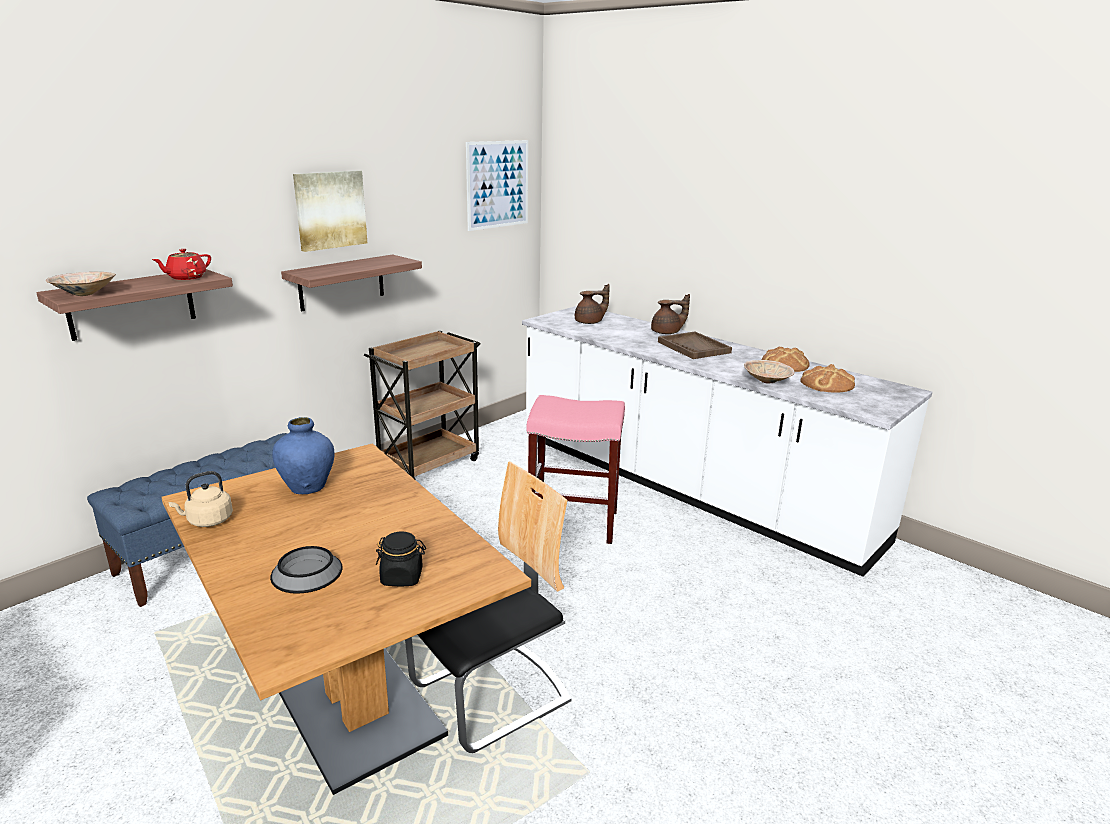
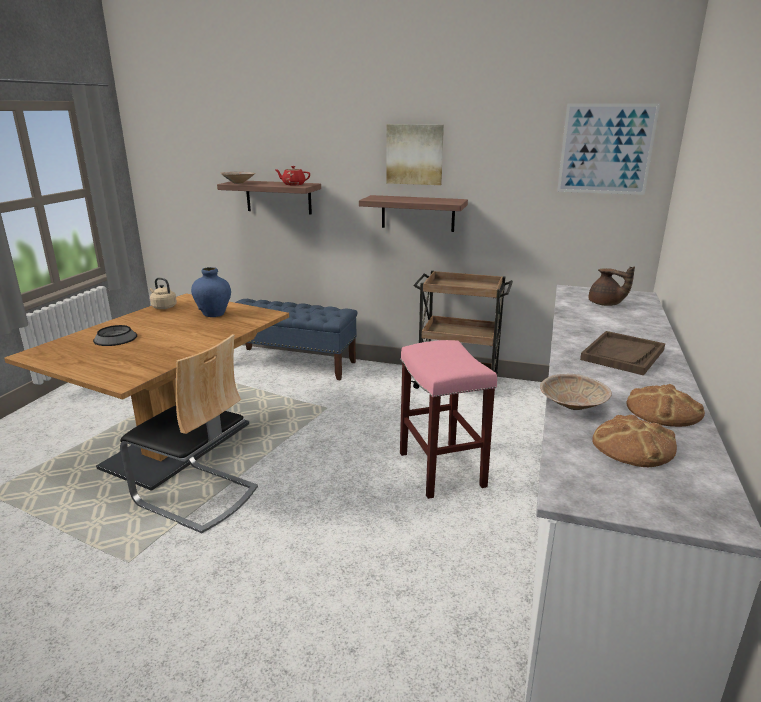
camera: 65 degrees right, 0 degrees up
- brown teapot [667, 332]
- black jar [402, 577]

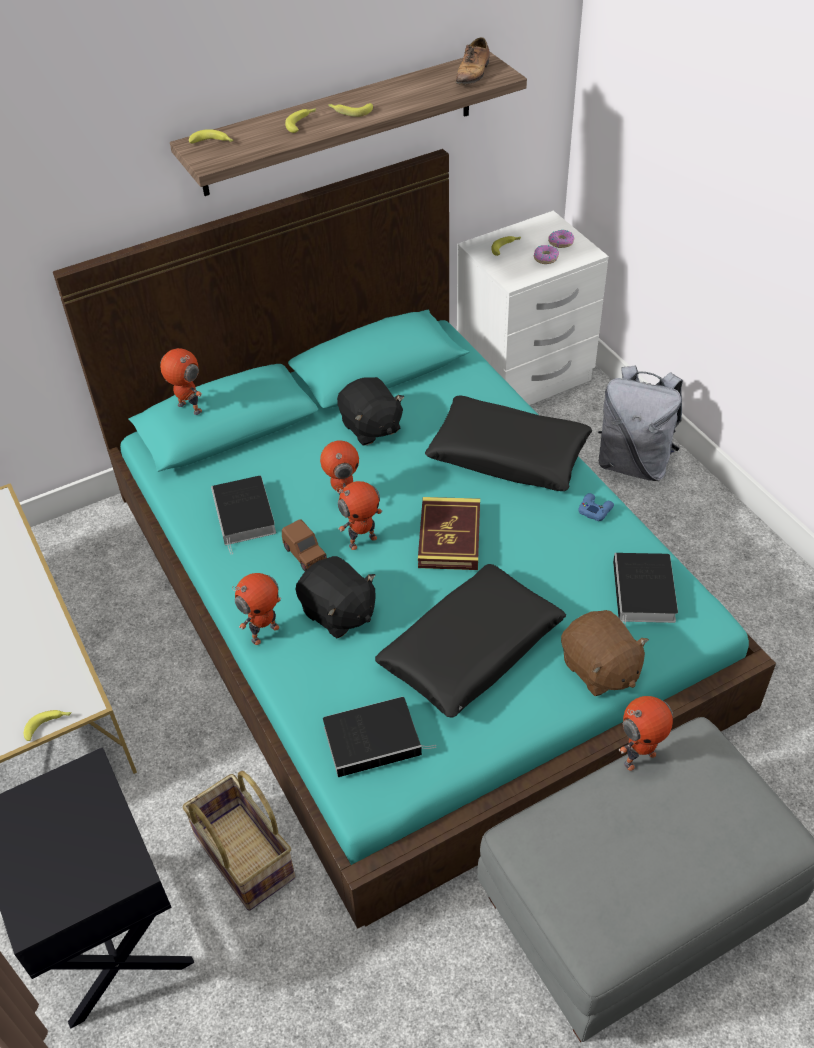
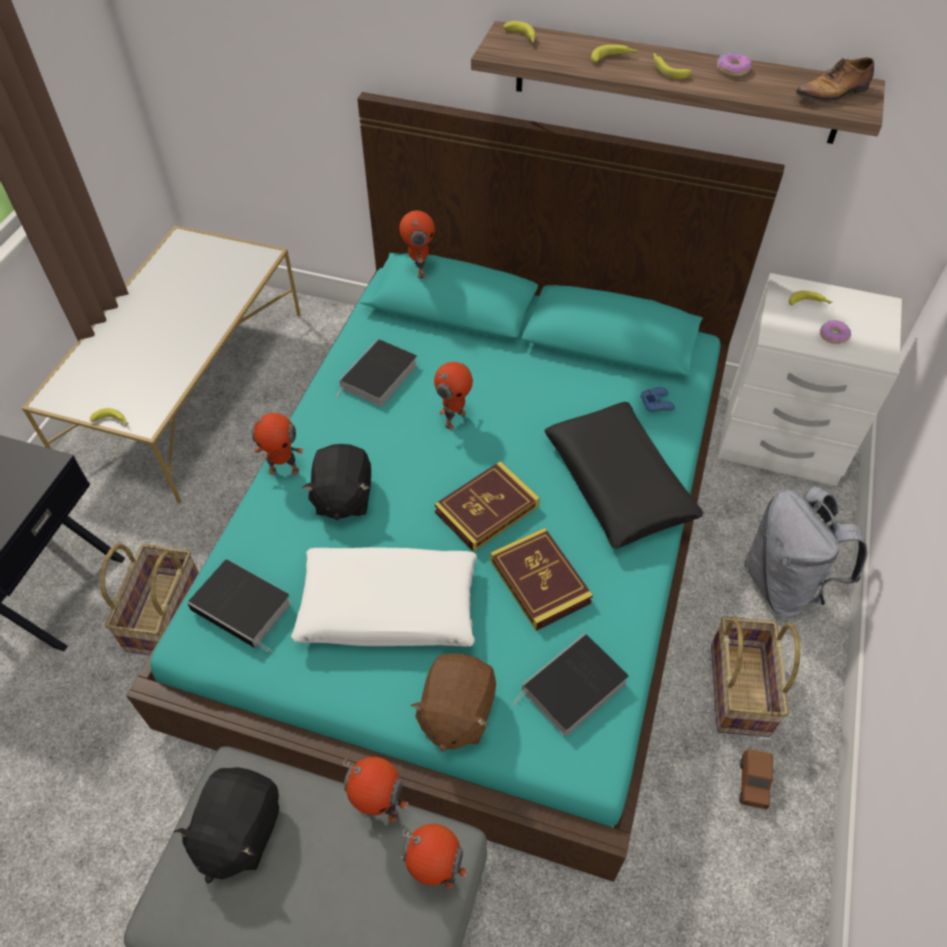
camera: 45 degrees right, 5 degrees up
~ donut [561, 242] to [732, 69]
~ black plush toy [370, 427] to [238, 831]
~ toy robot [362, 540] to [436, 874]
~ blue game controller [595, 509] to [657, 403]
~ brown toy car [305, 555] to [752, 784]
~ black pillow [471, 650] to white pillow [388, 607]
+ book [540, 581]
+ basket [741, 690]

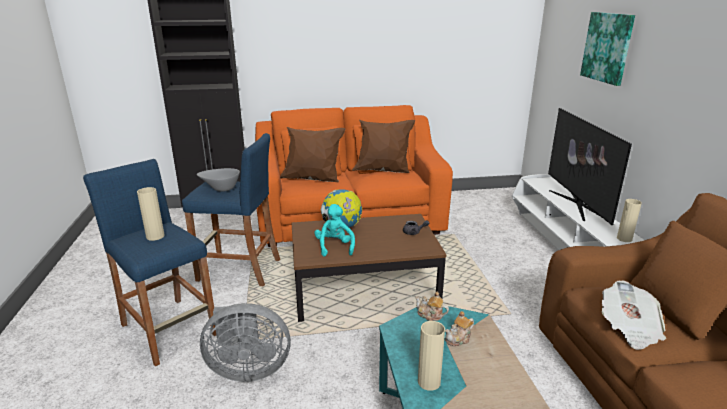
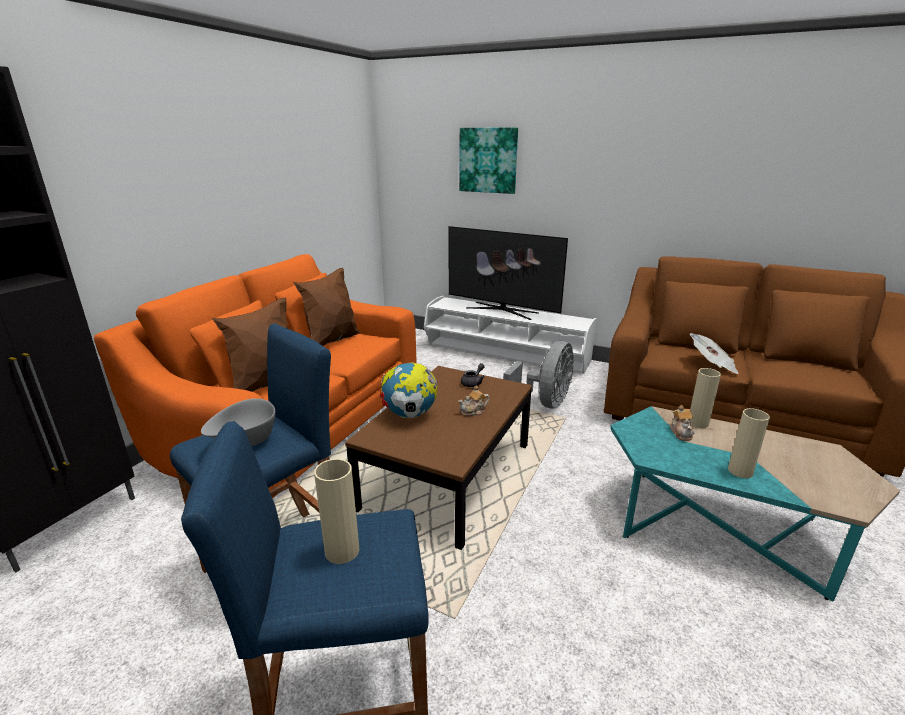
camera: 55 degrees left, 0 degrees up
~ beige vase [624, 239] to [698, 423]
- turquoise plush toy [334, 247]
~ teapot [430, 315] to [473, 411]
~ grey fan [247, 369] to [544, 403]

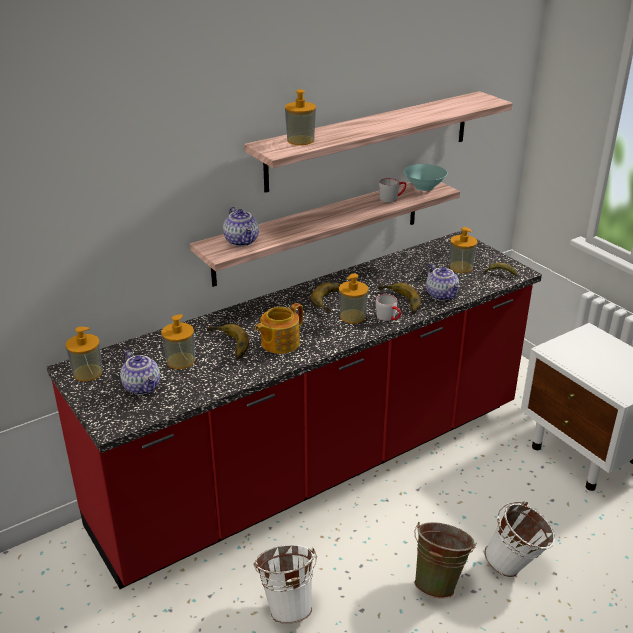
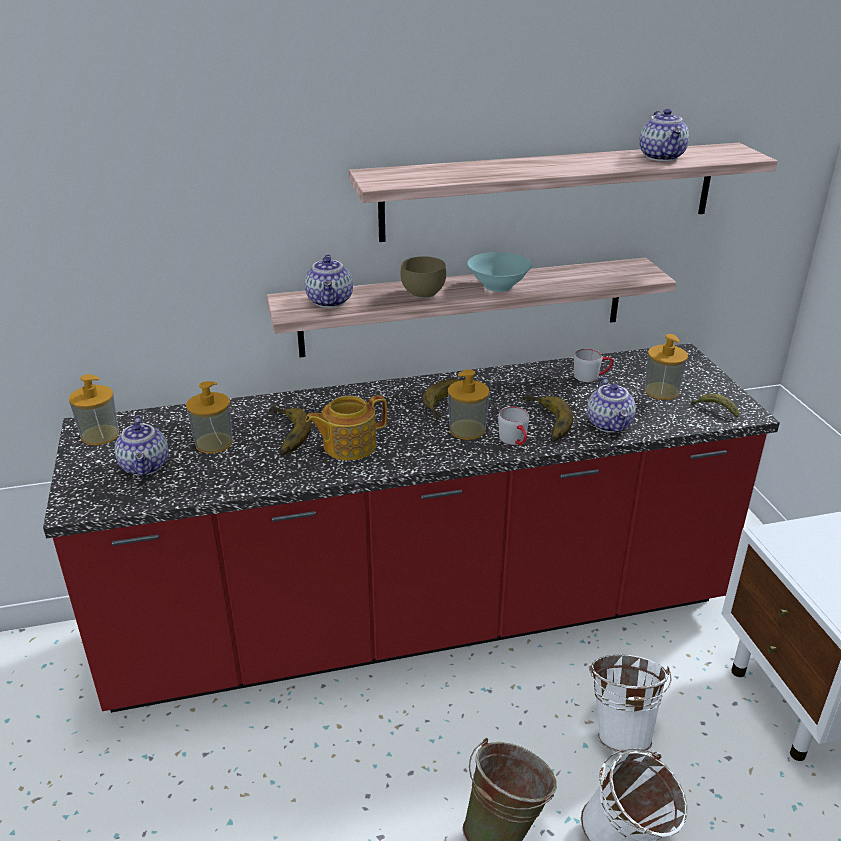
camera: 20 degrees right, 0 degrees up
- soap dispenser [300, 140]
~ turquoise bowl [423, 187] to [497, 286]
~ grey mug [392, 198] to [591, 376]
~ white bucket [287, 604] to [621, 729]
+ teapot [662, 157]
+ brown bowl [422, 292]

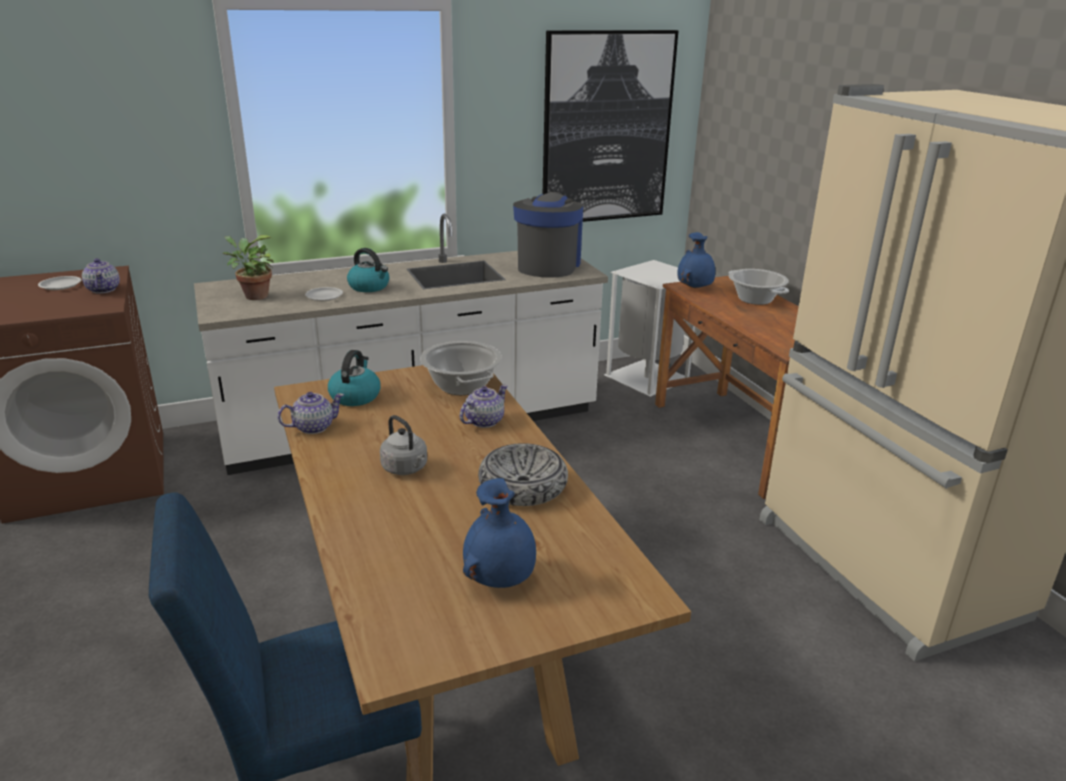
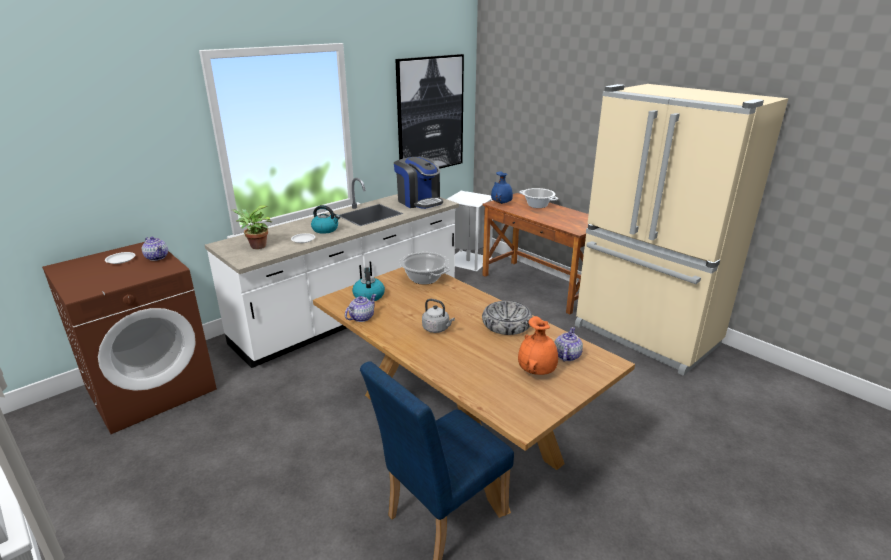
camera: 20 degrees left, 0 degrees up
~ coffee machine [547, 265] = [419, 201] 150 degrees clockwise
~ teapot [483, 421] to [566, 356]
~ blue vase [500, 579] to orange vase [537, 371]

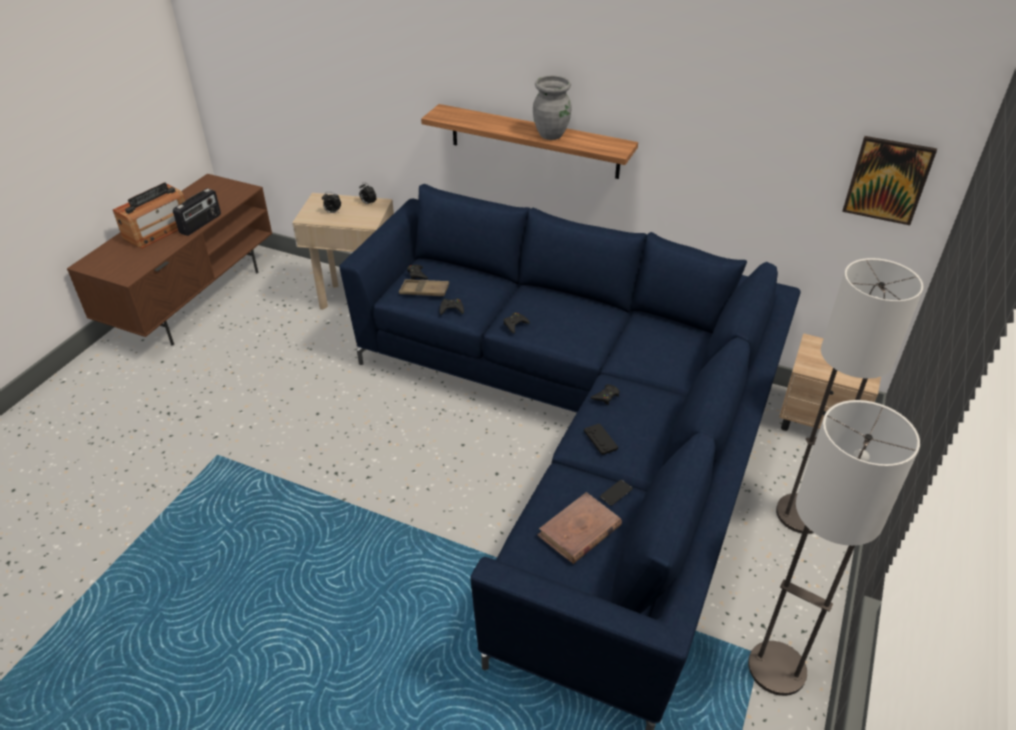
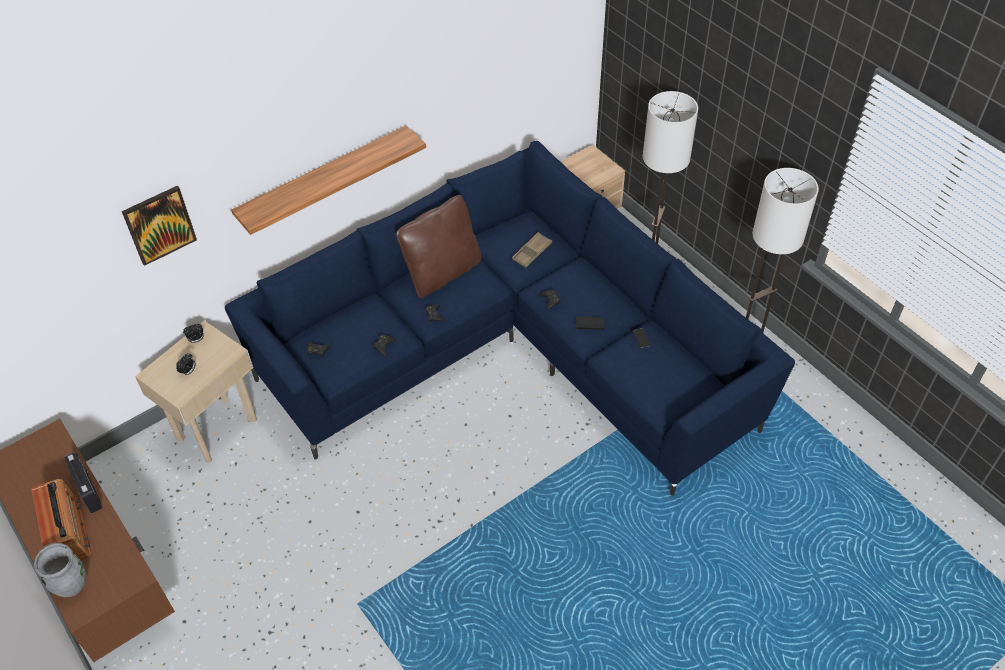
camera: 60 degrees left, 10 degrees up
~ grey vase [551, 135] to [72, 585]
~ picture [887, 180] to [159, 224]
~ brown tray [424, 291] to [532, 252]
- brown book [579, 531]
+ brown pillow [442, 273]

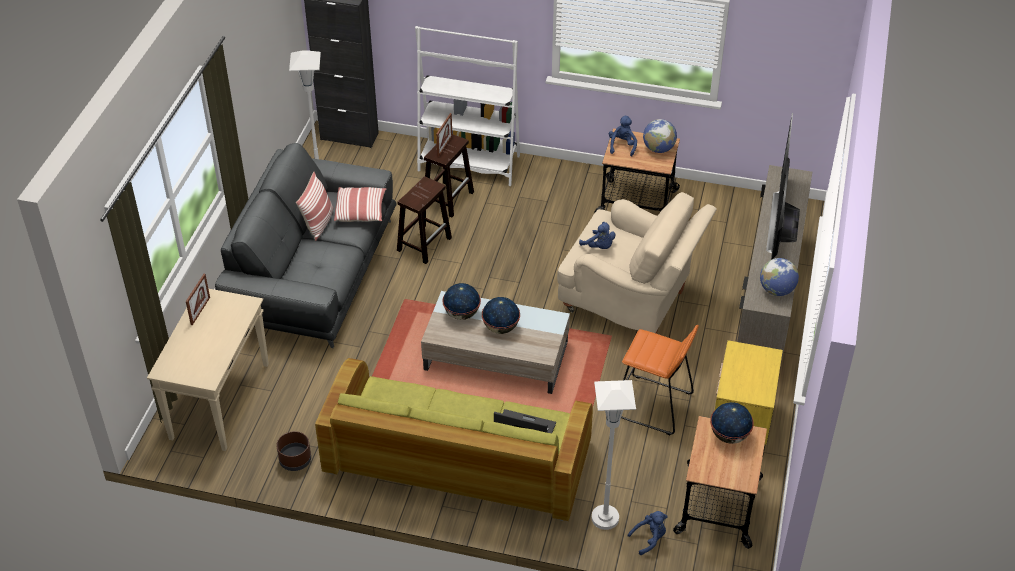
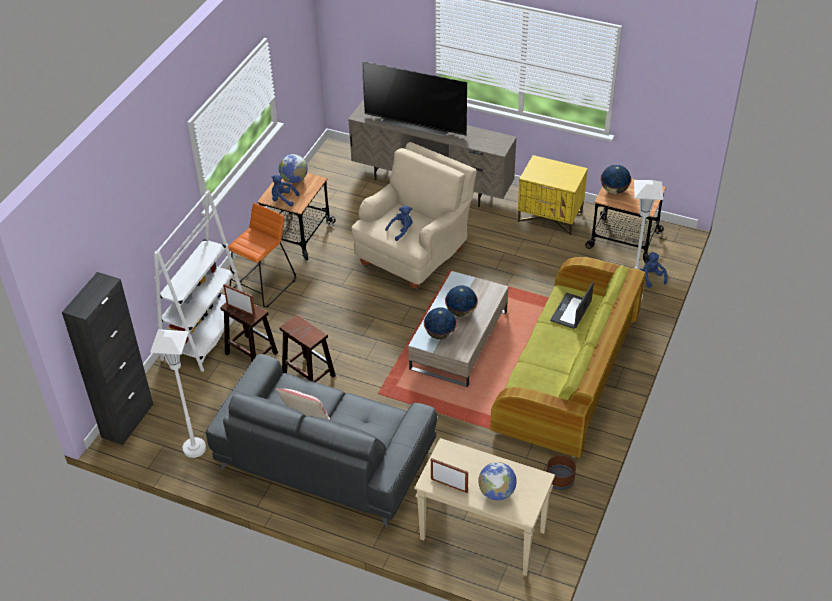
camera: 80 degrees left, 0 degrees up
- pillow [361, 211]
~ globe [776, 290] to [496, 492]
~ orange stool [653, 405] to [263, 285]

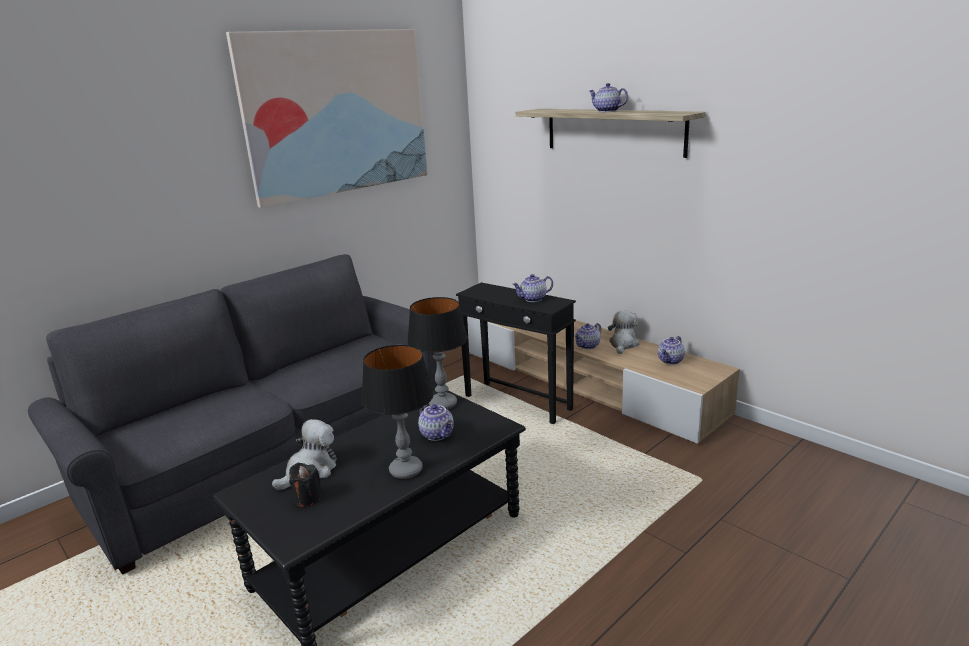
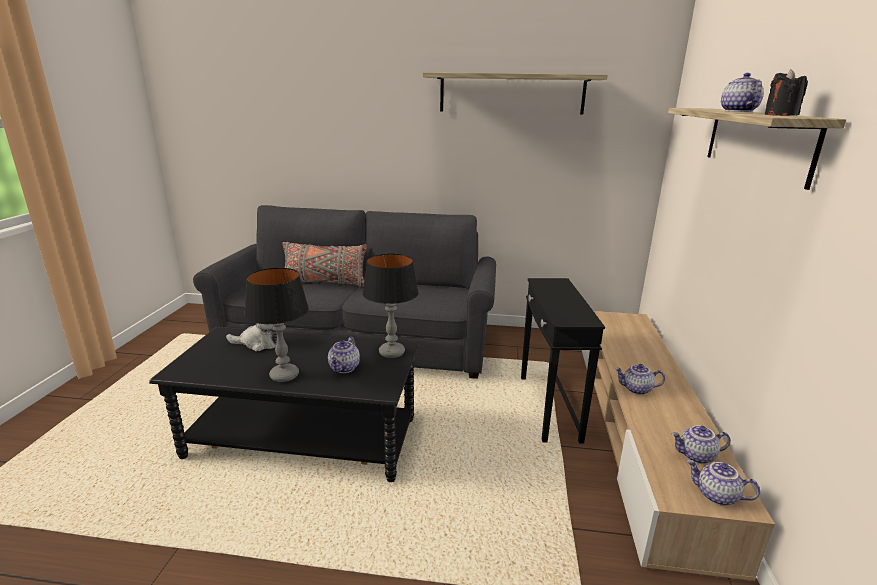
camera: 50 degrees right, 0 degrees up
~ picture [338, 113] to shelf [511, 93]
~ teapot [533, 299] to [716, 496]
- plush toy [623, 344]
~ black candle [307, 498] to [780, 115]
+ grey pillow [324, 282]

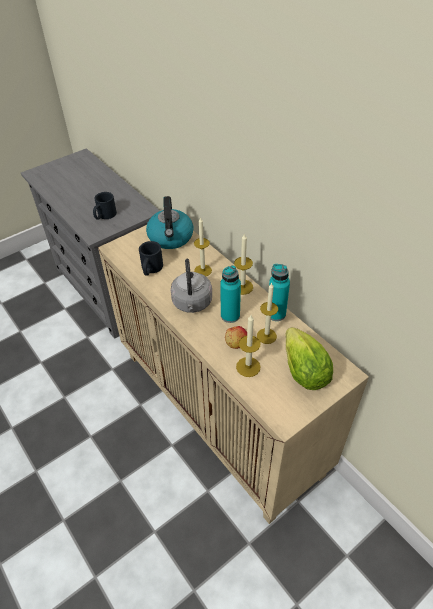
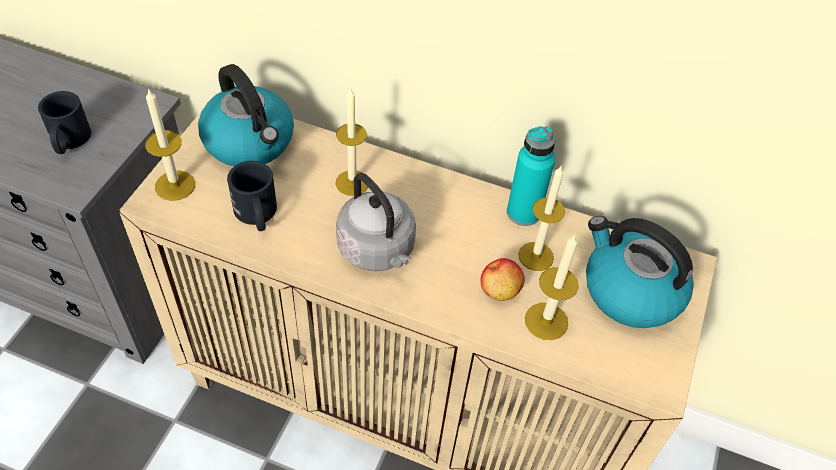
camera: 35 degrees left, 5 degrees up
~ candle [242, 287] to [175, 185]
- turquoise bottle [230, 315]
~ lettuce [304, 372] to kettle [630, 291]

